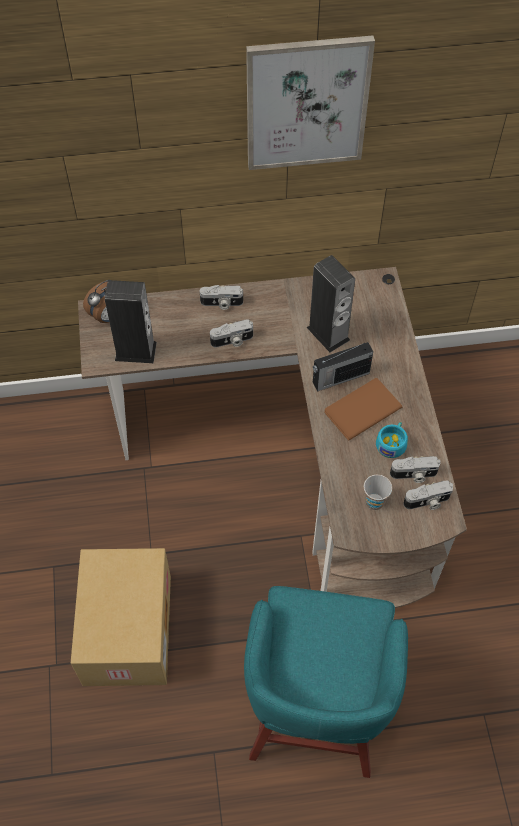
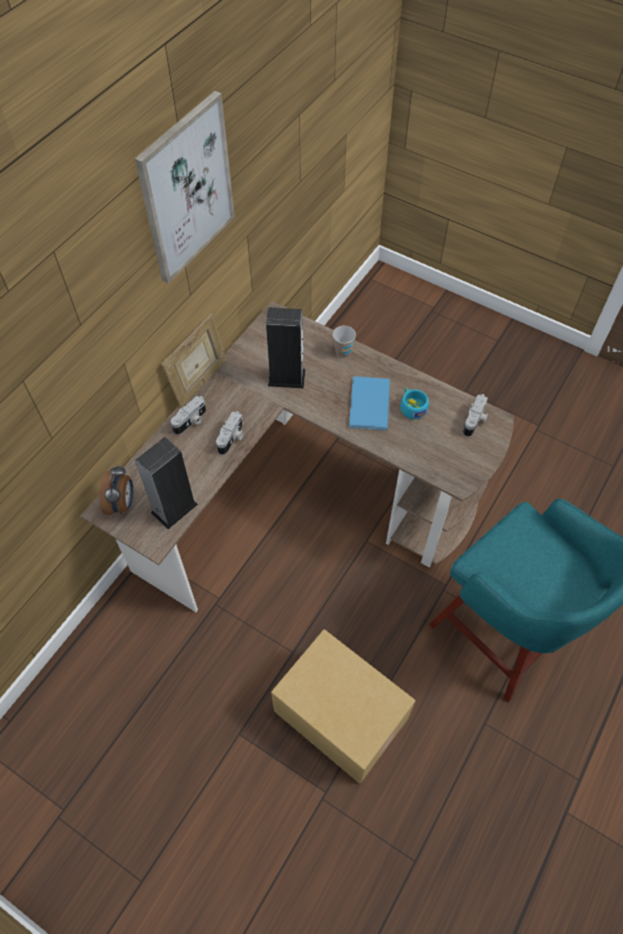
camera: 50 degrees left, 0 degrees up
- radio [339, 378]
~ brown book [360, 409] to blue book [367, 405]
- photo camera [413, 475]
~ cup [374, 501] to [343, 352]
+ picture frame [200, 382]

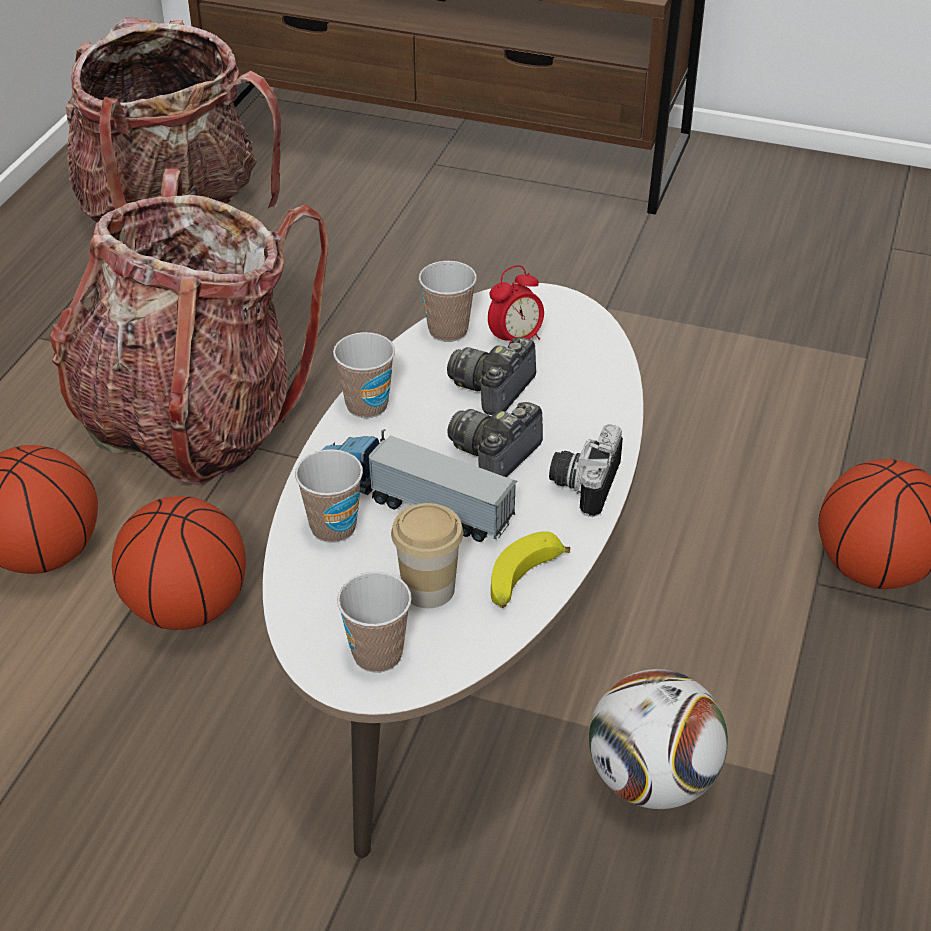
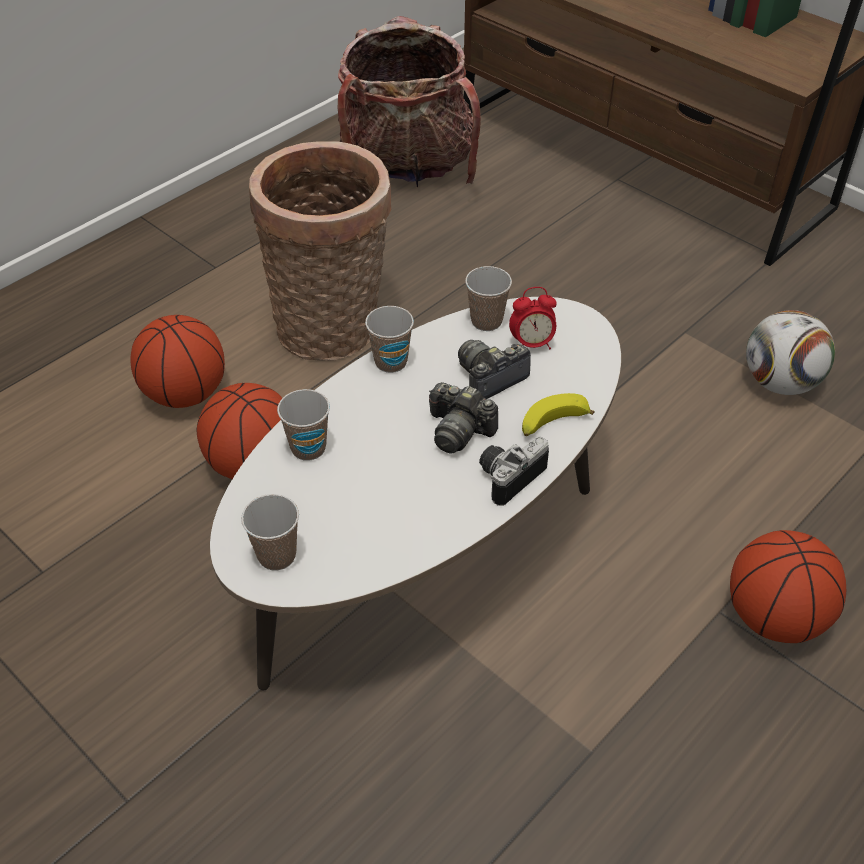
camera: 25 degrees right, 5 degrees up
~ backpack [193, 422] to basket [333, 330]
~ photo camera [496, 454] = [458, 430] 120 degrees counterclockwise
- toy truck [411, 500]
- cup [428, 589]
~ banana [524, 581] to [552, 424]
~ football [652, 780] to [780, 383]

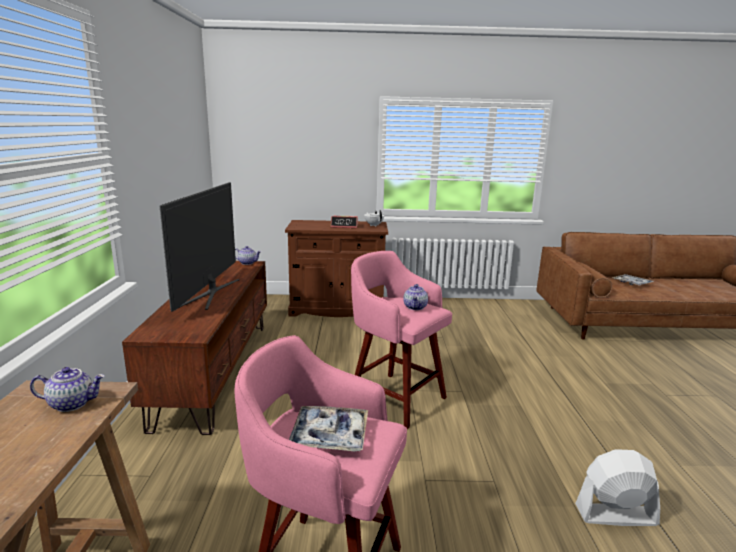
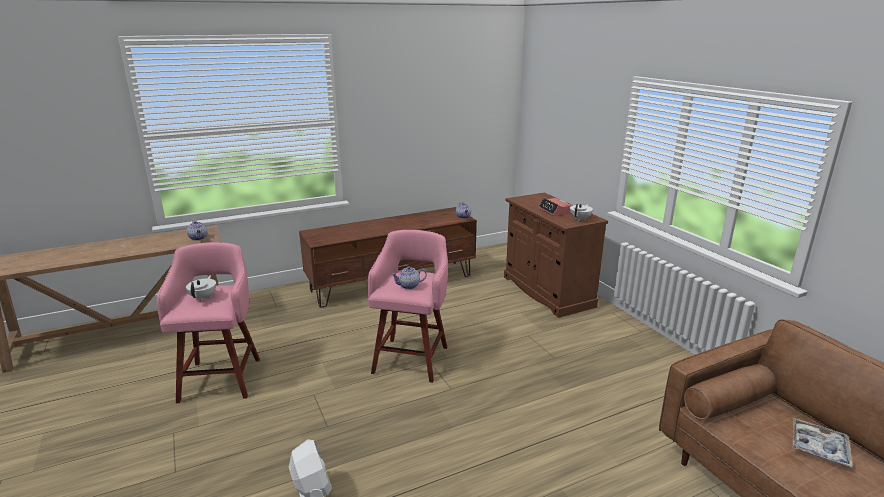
camera: 65 degrees right, 5 degrees up
- television [210, 292]
~ tray [329, 435] to white teapot [204, 297]

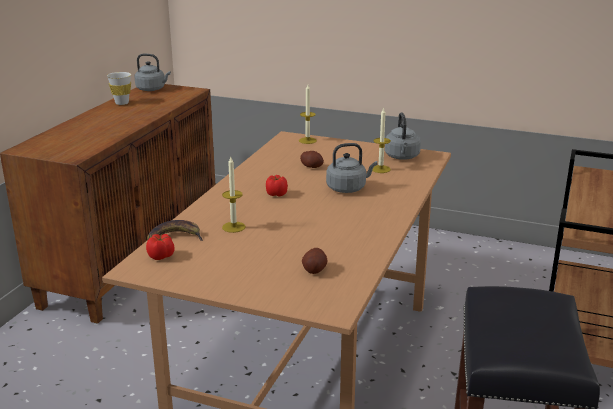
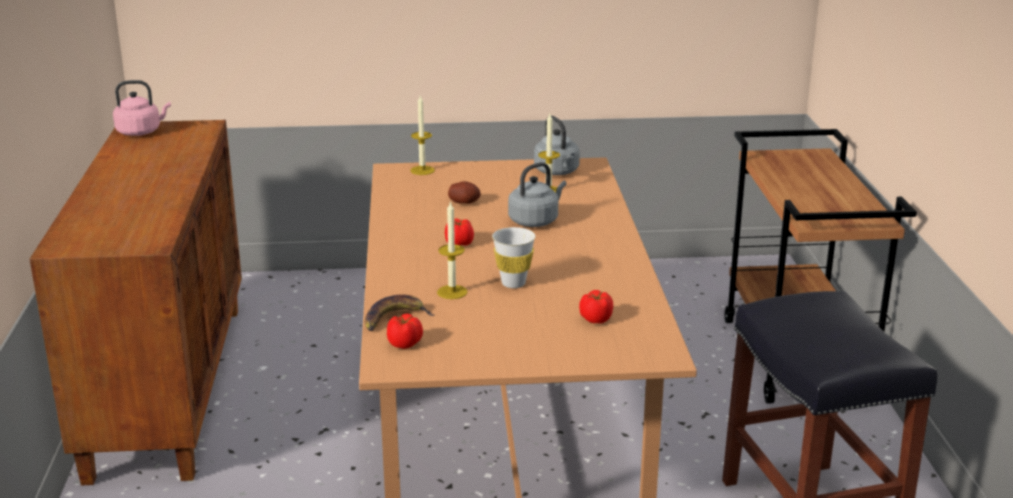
camera: 25 degrees left, 0 degrees up
~ grey kettle [152, 89] to pink kettle [141, 132]
~ white cup [122, 103] to [513, 283]
~ potato [314, 270] to tomato [596, 319]

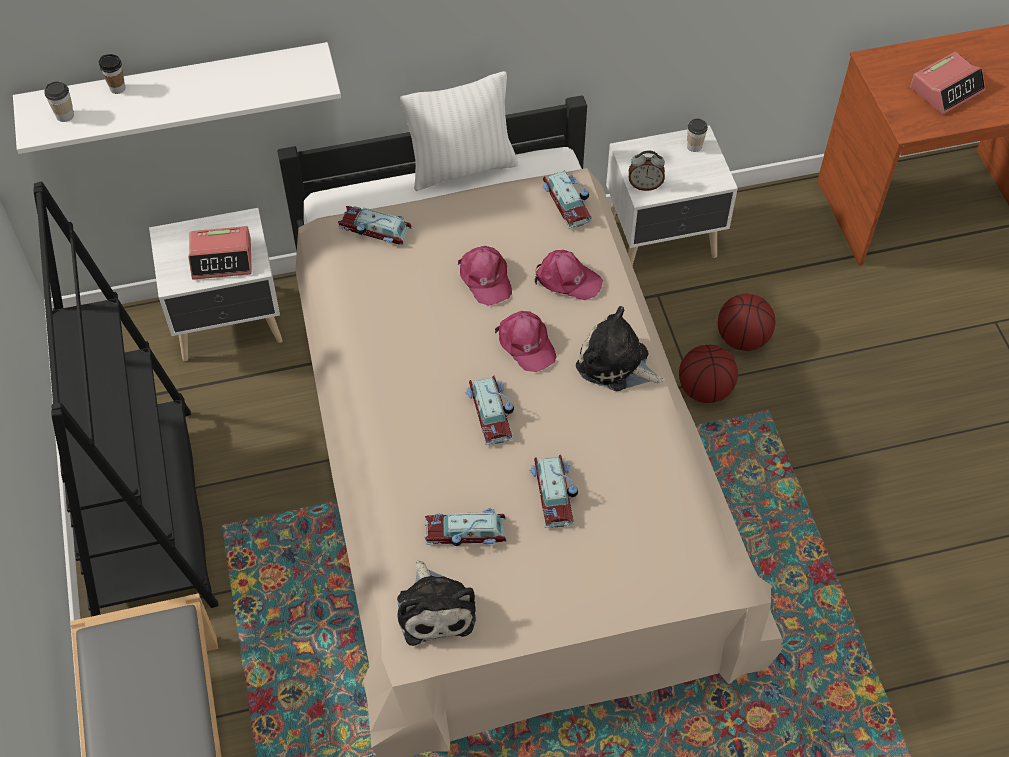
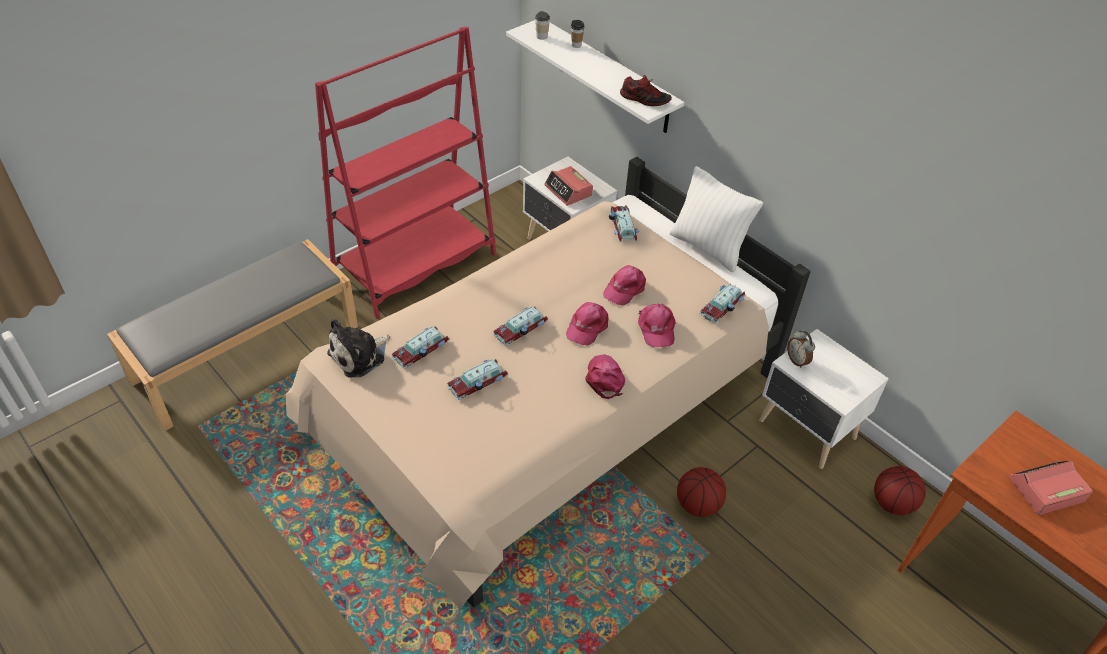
camera: 60 degrees right, 10 degrees down
~ alarm clock [946, 89] = [1045, 490] 135 degrees clockwise
- cup [694, 146]
~ black bookcase [146, 519] to red bookcase [416, 267]
~ basketball [742, 339] to [892, 504]
~ plush toy [616, 364] to pink cap [605, 378]
~ toy car [466, 533] = [422, 350] 105 degrees counterclockwise
+ shoe [645, 99]

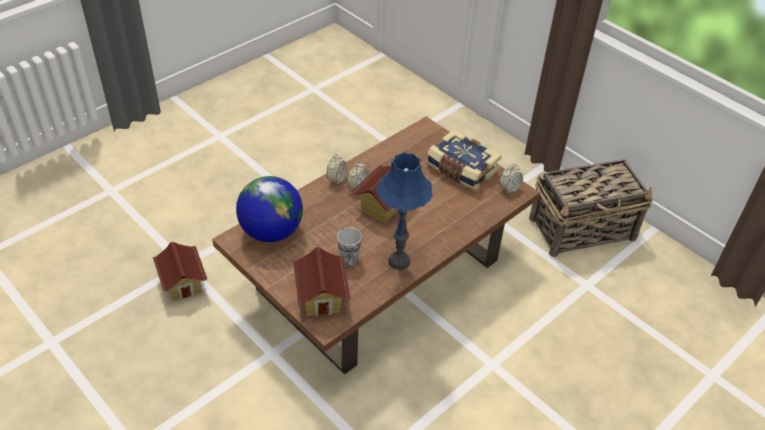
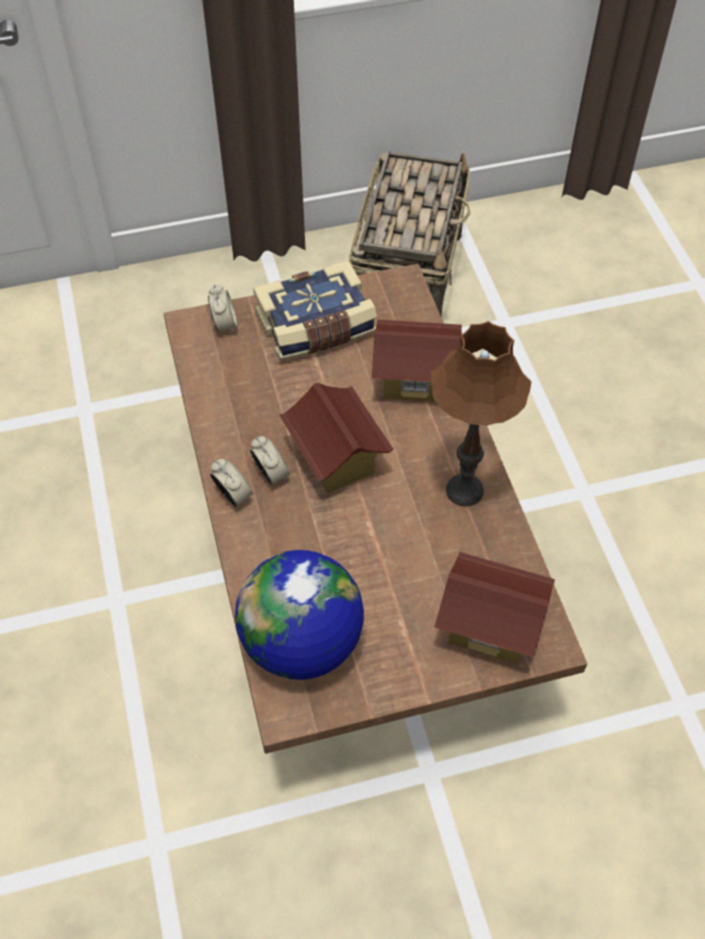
camera: 60 degrees left, 10 degrees up
~ blue table lamp [399, 261] to brown table lamp [465, 490]
~ alarm clock [509, 188] to [224, 325]
- cup [349, 259]
~ toy house [183, 284] to [415, 380]

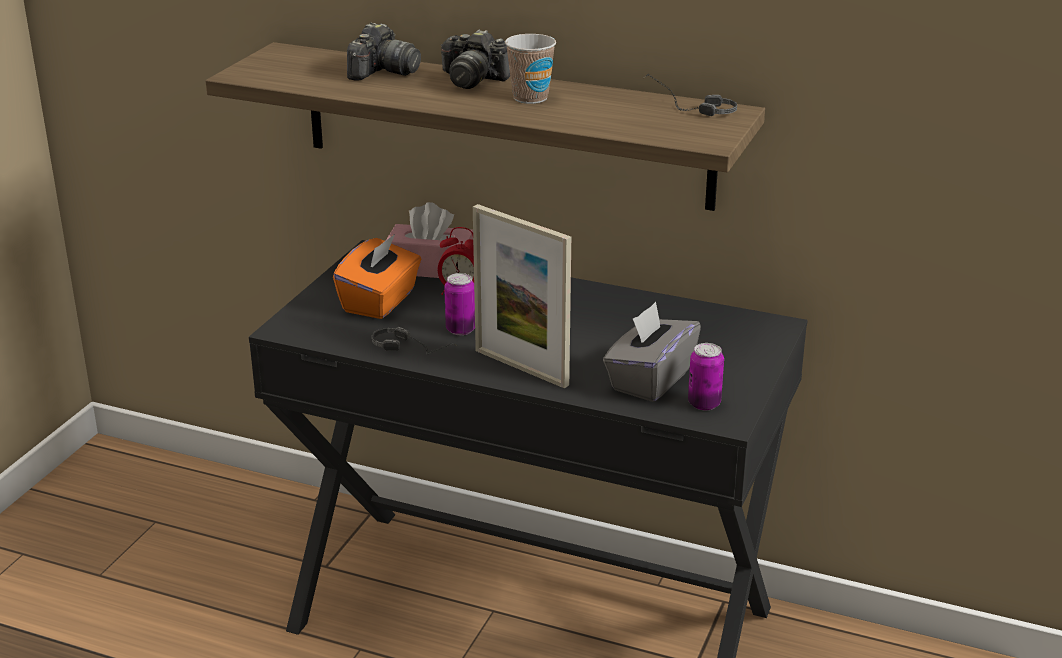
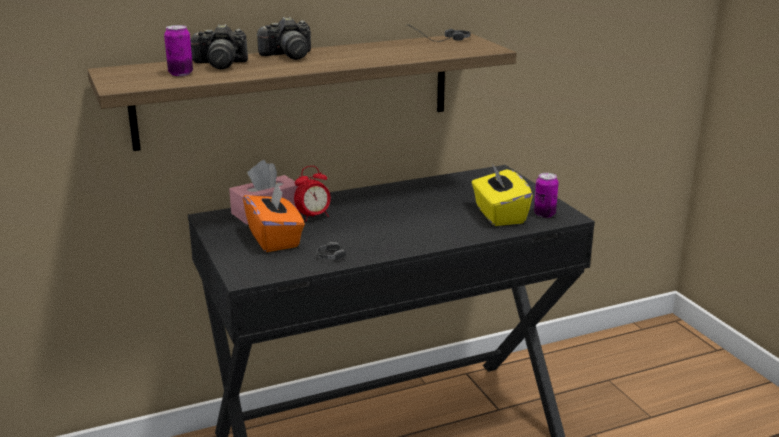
camera: 45 degrees left, 5 degrees down
~ photo camera [383, 72] = [220, 64] 105 degrees clockwise
- cup [530, 98]
- picture frame [521, 367]
~ can [460, 330] to [180, 73]
~ grey tissue box [650, 379] to yellow tissue box [499, 215]

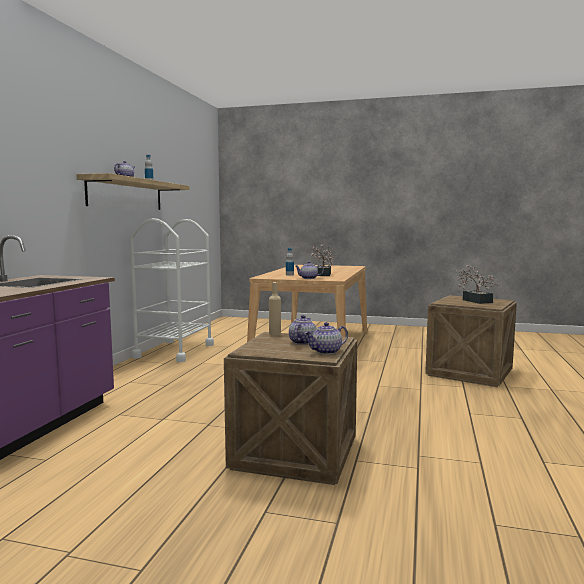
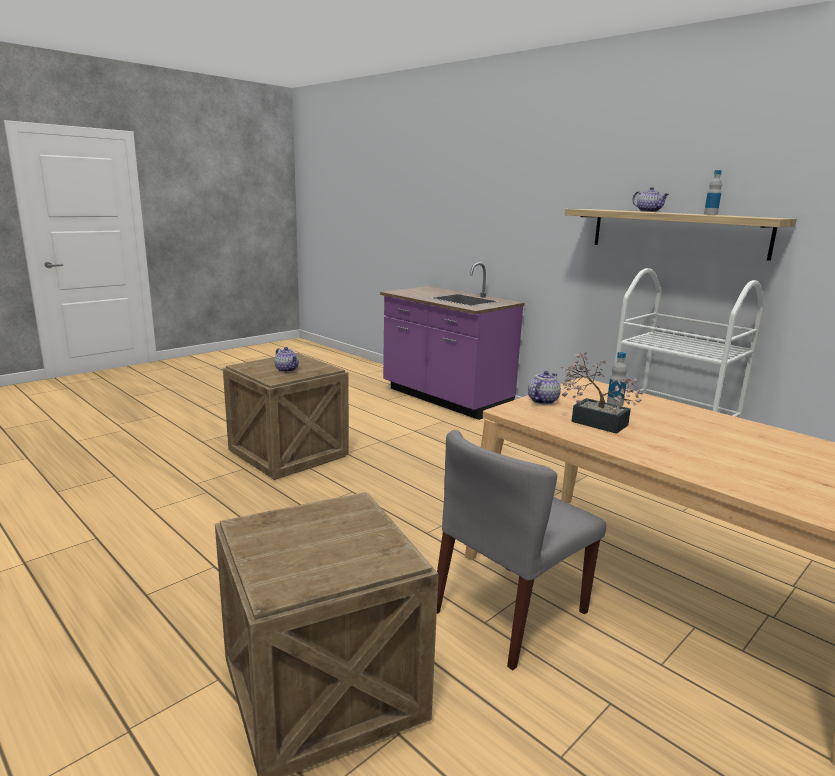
camera: 120 degrees right, 10 degrees up
- potted plant [475, 300]
- beige bottle [275, 334]
- teapot [326, 352]
+ grey chair [509, 613]

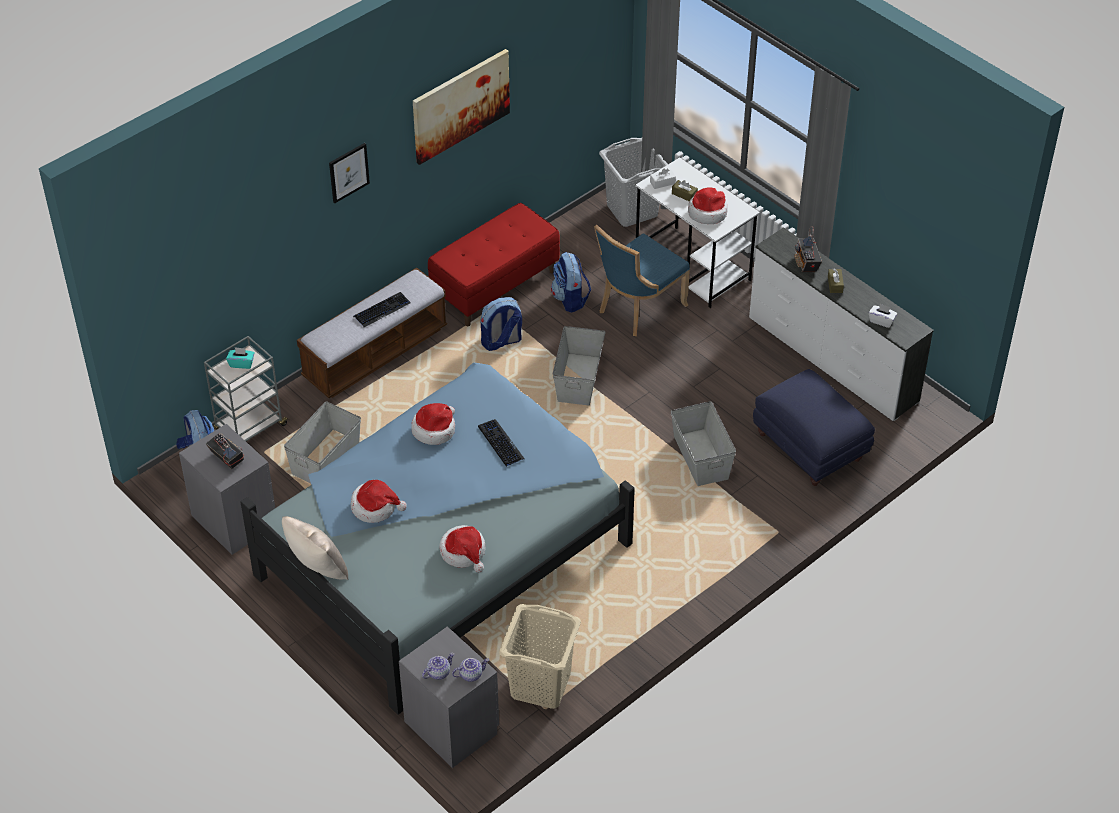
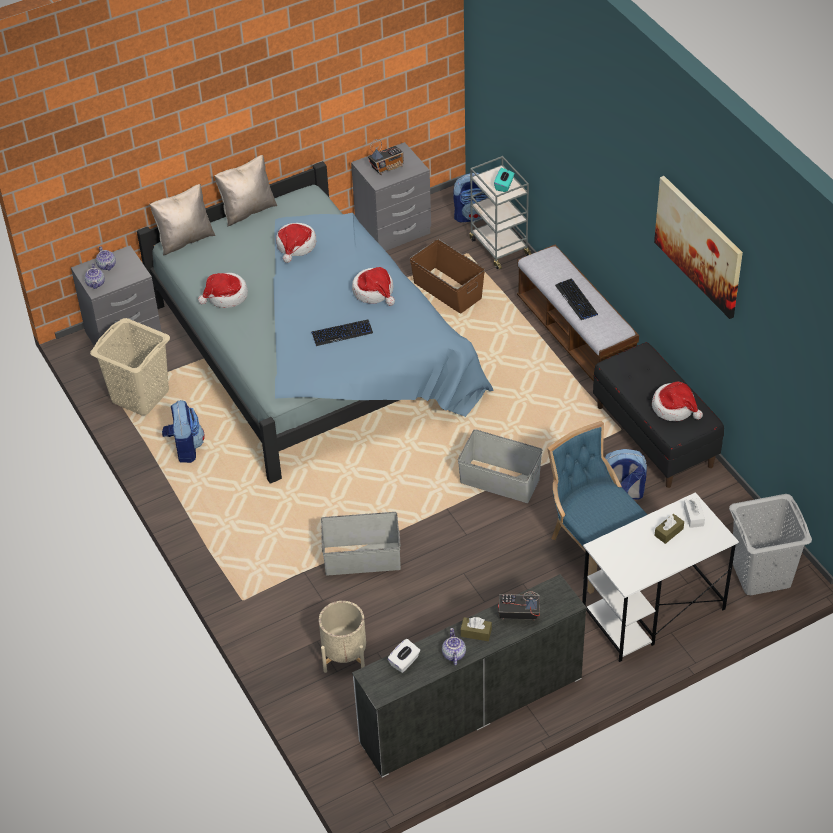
camera: 105 degrees right, 0 degrees up
- picture [348, 172]
~ hat [707, 212] to [674, 408]
~ red bench [495, 285] to black bench [655, 436]
~ backpack [501, 342] to [185, 448]
~ blue ottoman [811, 448] to beige planter [344, 655]
~ grey storage box [326, 458] to brown storage box [447, 291]
+ beige pillow [185, 239]
+ teapot [453, 654]

